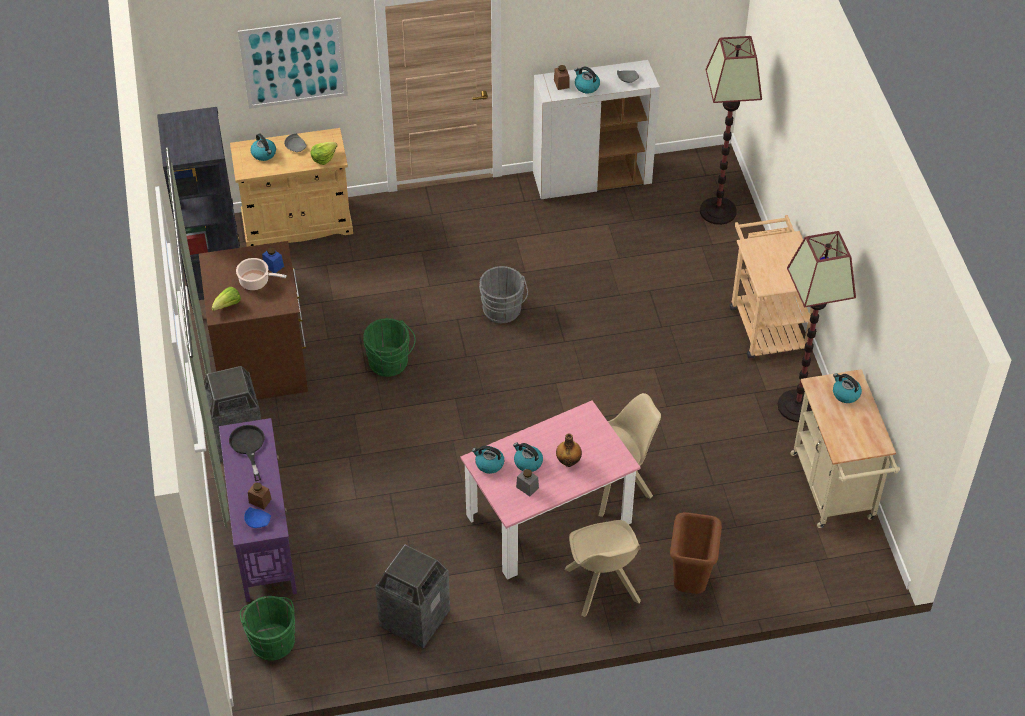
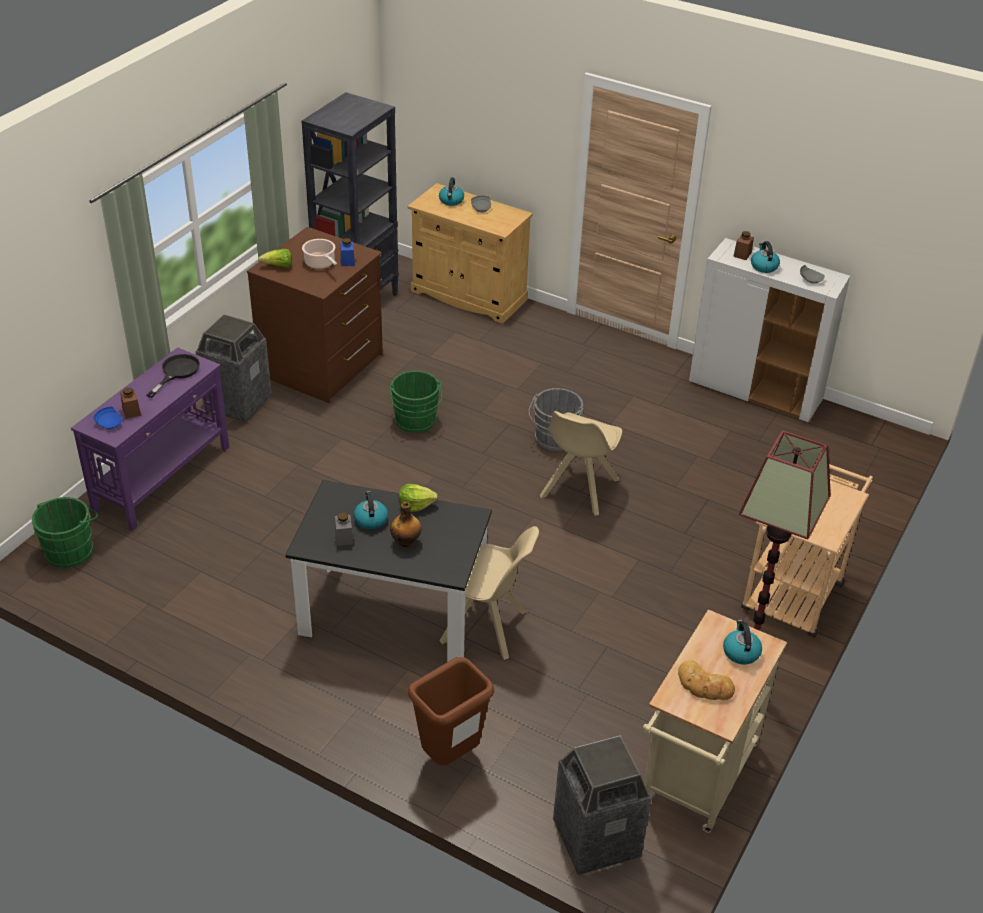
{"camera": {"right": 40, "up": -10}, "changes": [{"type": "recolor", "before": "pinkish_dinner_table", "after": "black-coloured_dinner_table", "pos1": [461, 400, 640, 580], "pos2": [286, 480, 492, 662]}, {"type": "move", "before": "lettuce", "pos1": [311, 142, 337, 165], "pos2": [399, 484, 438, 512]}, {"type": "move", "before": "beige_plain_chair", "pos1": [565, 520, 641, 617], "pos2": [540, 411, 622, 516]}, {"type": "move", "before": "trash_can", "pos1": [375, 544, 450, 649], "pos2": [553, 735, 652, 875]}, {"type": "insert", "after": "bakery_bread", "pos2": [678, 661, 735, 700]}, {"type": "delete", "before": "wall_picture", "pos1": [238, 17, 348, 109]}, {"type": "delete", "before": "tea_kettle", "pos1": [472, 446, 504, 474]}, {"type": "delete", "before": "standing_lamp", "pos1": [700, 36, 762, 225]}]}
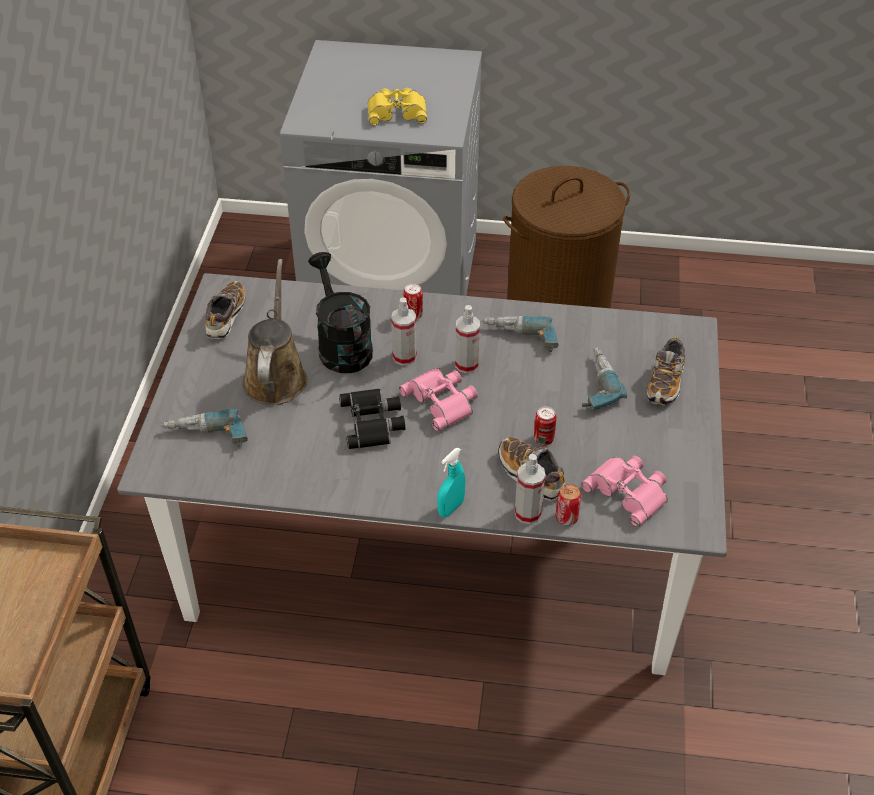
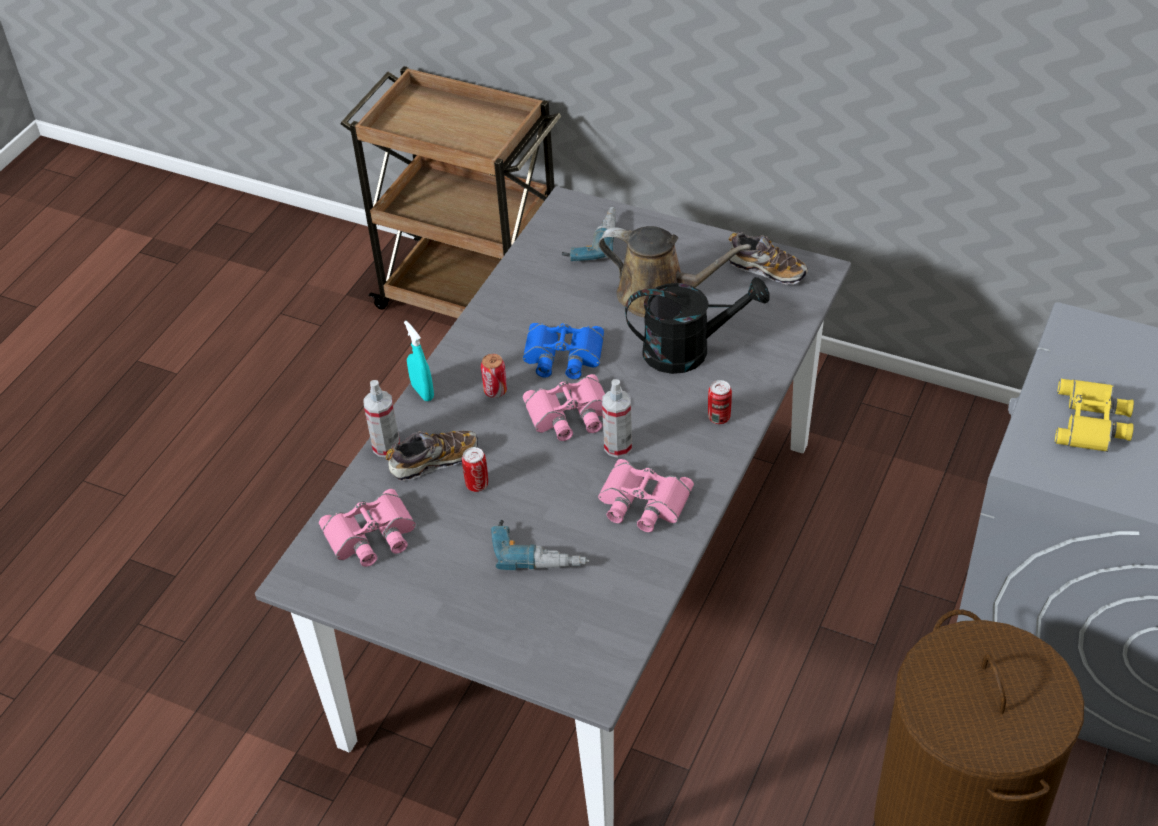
{"camera": {"right": 110, "up": 0}, "changes": [{"type": "move", "before": "metal_can", "pos1": [556, 484, 581, 526], "pos2": [481, 354, 507, 398]}, {"type": "recolor", "before": "black-coloured_field_glasses", "after": "blue_field_glasses", "pos1": [339, 388, 405, 449], "pos2": [523, 323, 604, 379]}, {"type": "replace", "before": "electric_drill", "after": "pinkish_field_glasses", "pos1": [481, 316, 559, 352], "pos2": [598, 459, 694, 532]}, {"type": "delete", "before": "spray_bottle", "pos1": [391, 297, 417, 366]}, {"type": "delete", "before": "shoe", "pos1": [647, 336, 685, 405]}]}
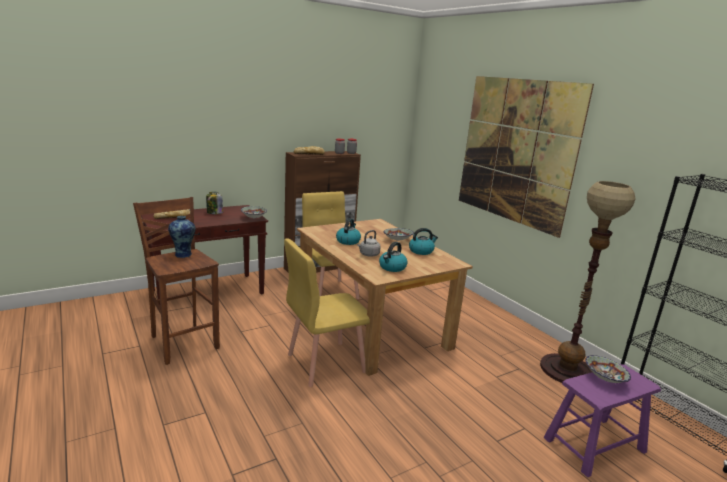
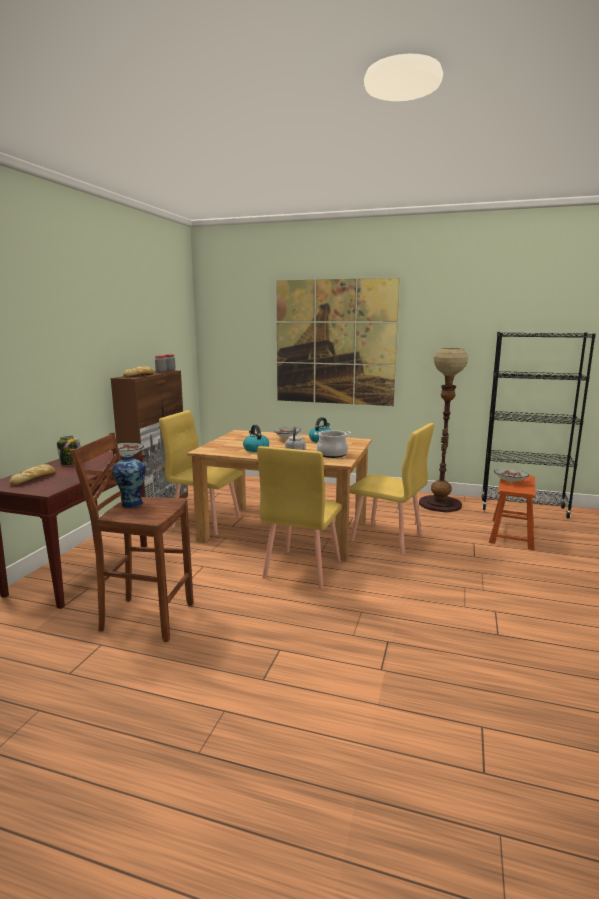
{"camera": {"right": -40, "up": -5}, "changes": [{"type": "replace", "before": "tea_kettle", "after": "saucepot", "pos1": [379, 242, 408, 272], "pos2": [314, 430, 351, 458]}, {"type": "insert", "after": "yellowish_plain_chair", "pos2": [350, 423, 434, 554]}, {"type": "recolor", "before": "purplish_sitting_stool", "after": "brownish_sitting_stool", "pos1": [544, 364, 661, 477], "pos2": [489, 475, 536, 550]}]}
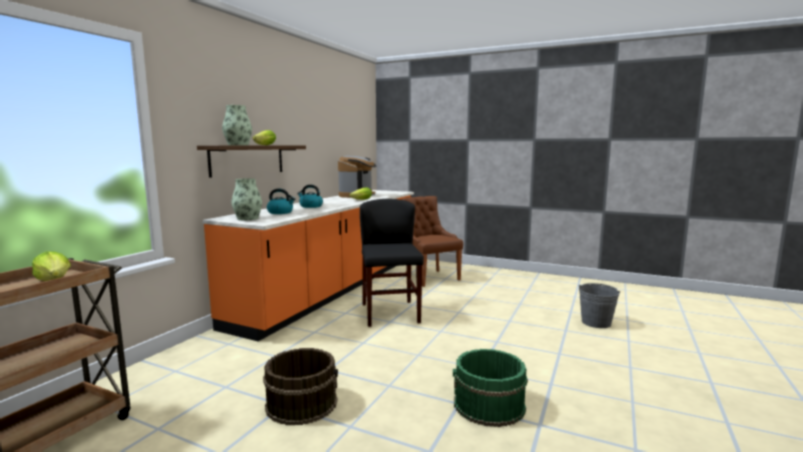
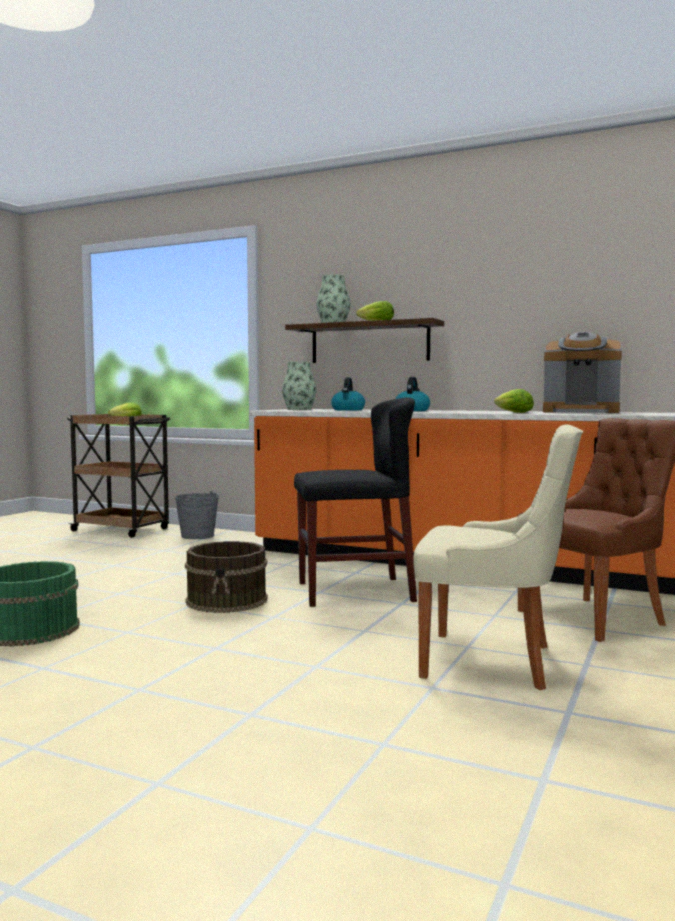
{"camera": {"right": 90, "up": -5}, "changes": [{"type": "move", "before": "gray_bucket", "pos1": [579, 283, 620, 328], "pos2": [175, 491, 219, 539]}, {"type": "move", "before": "brownish_bucket", "pos1": [263, 348, 338, 425], "pos2": [185, 541, 268, 613]}, {"type": "insert", "after": "beige_plain_chair", "pos2": [413, 424, 583, 690]}]}
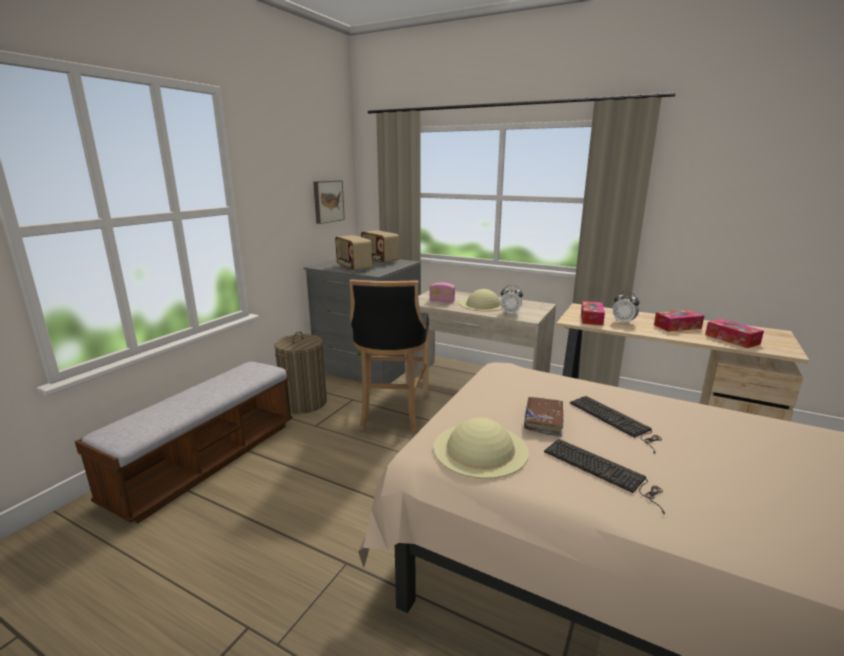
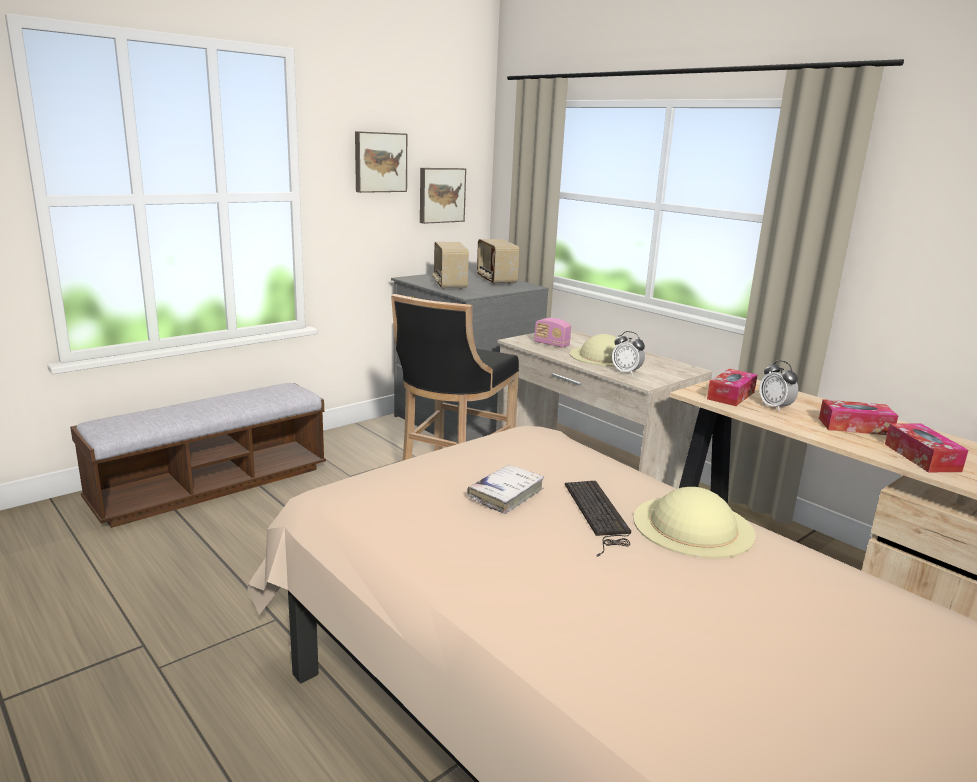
{"camera": {"right": 20, "up": 0}, "changes": [{"type": "insert", "after": "wall_picture", "pos2": [355, 131, 407, 193]}, {"type": "recolor", "before": "brownish_volume", "after": "whitish_volume", "pos1": [524, 397, 563, 437], "pos2": [467, 465, 544, 514]}, {"type": "move", "before": "beige_wearable_hat", "pos1": [433, 417, 529, 479], "pos2": [633, 487, 756, 558]}, {"type": "delete", "before": "laundry_basket", "pos1": [274, 331, 327, 414]}, {"type": "delete", "before": "keyboard", "pos1": [544, 439, 665, 514]}]}
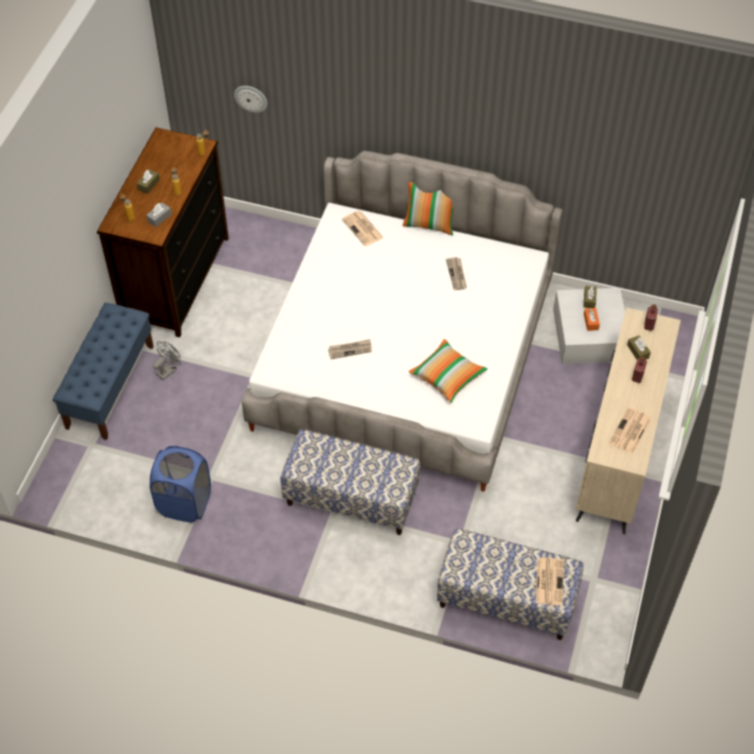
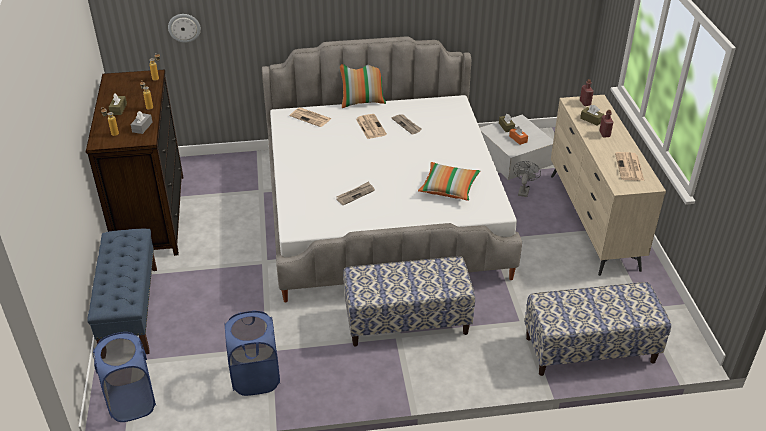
{"camera": {"right": -25, "up": -15}, "changes": [{"type": "insert", "after": "blue_laundry_basket", "pos2": [93, 332, 156, 422]}, {"type": "move", "before": "newspaper", "pos1": [536, 557, 564, 605], "pos2": [356, 114, 387, 139]}, {"type": "move", "before": "gray_cooling_fan", "pos1": [153, 341, 181, 380], "pos2": [513, 161, 541, 197]}]}
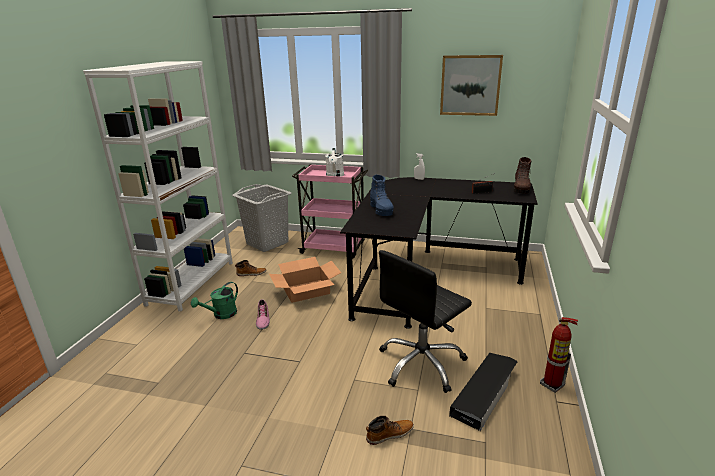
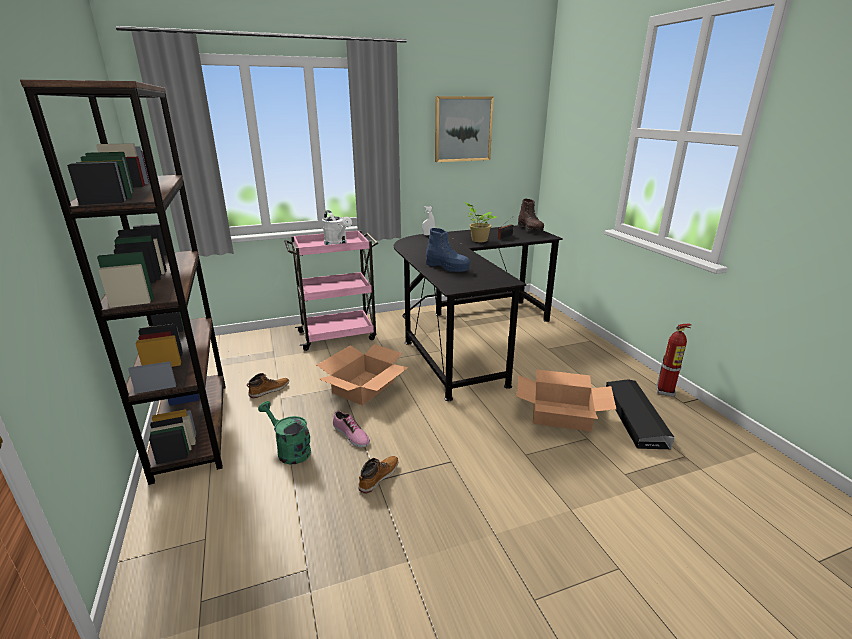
{"camera": {"right": -35, "up": 0}, "changes": [{"type": "recolor", "before": "whitish_bookcase", "after": "brownish_bookcase", "pos1": [83, 61, 233, 311], "pos2": [20, 80, 226, 485]}, {"type": "rotate", "before": "greenish_watering_pot", "pos1": [191, 282, 238, 319], "pos2": [258, 401, 311, 464], "turn": 120}, {"type": "move", "before": "high-top_boot", "pos1": [366, 416, 414, 445], "pos2": [358, 456, 399, 494]}, {"type": "insert", "after": "houseplant", "pos2": [465, 202, 497, 242]}, {"type": "replace", "before": "black-coloured_computer_chair", "after": "carton", "pos1": [379, 250, 472, 393], "pos2": [517, 370, 616, 431]}, {"type": "delete", "before": "gray_laundry_basket", "pos1": [232, 184, 291, 252]}]}
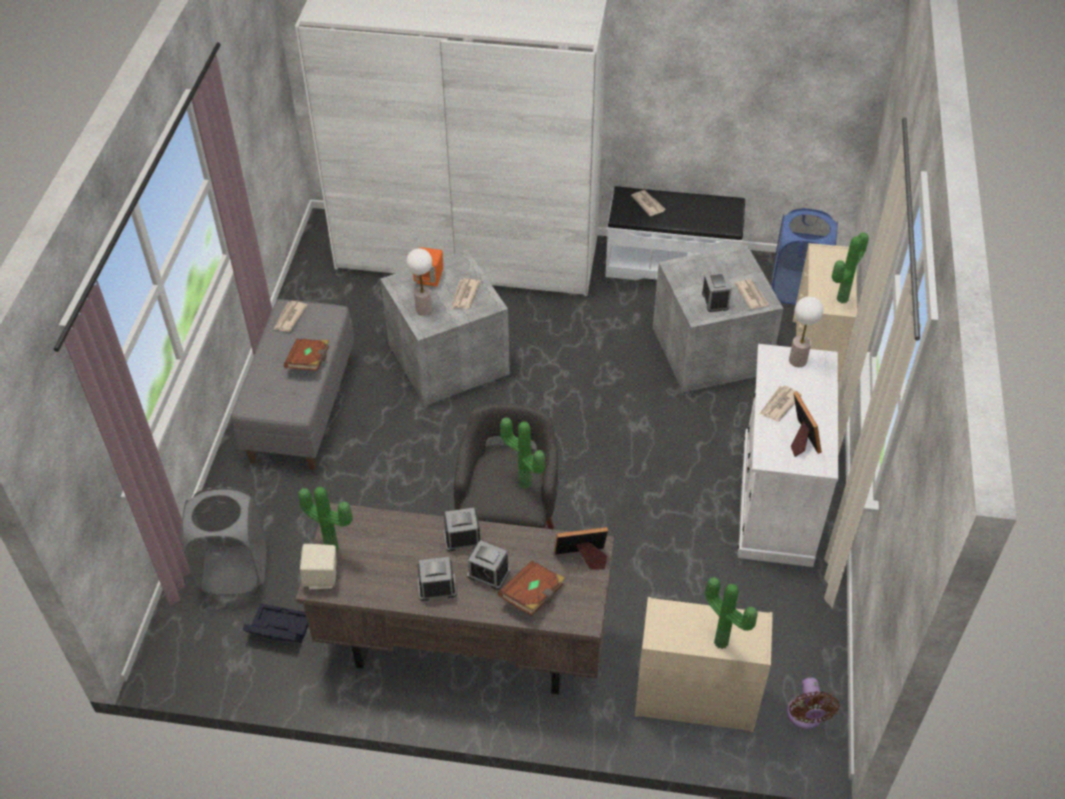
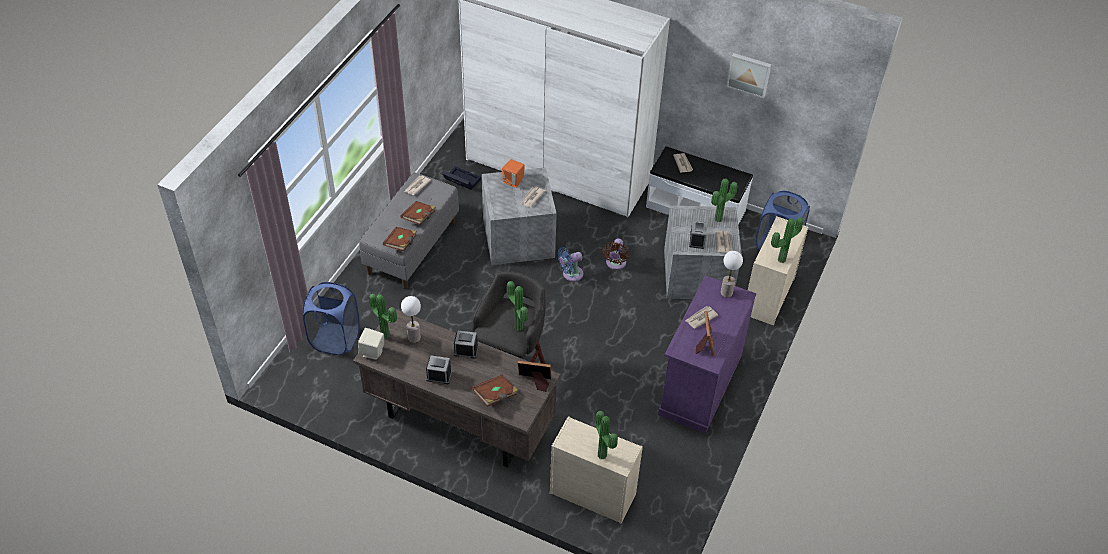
{"camera": {"right": 15, "up": 0}, "changes": [{"type": "recolor", "before": "gray_laundry_basket", "after": "blue_laundry_basket", "pos1": [181, 487, 267, 596], "pos2": [303, 282, 360, 355]}, {"type": "insert", "after": "brownish_volume", "pos2": [383, 227, 417, 251]}, {"type": "move", "before": "lamp_for_a_table", "pos1": [406, 248, 432, 316], "pos2": [401, 296, 421, 343]}, {"type": "move", "before": "black-coloured_storage_container", "pos1": [243, 603, 309, 643], "pos2": [442, 166, 481, 190]}, {"type": "insert", "after": "blue_cooling_fan", "pos2": [558, 247, 583, 282]}, {"type": "move", "before": "brownish_cooling_fan", "pos1": [787, 677, 840, 729], "pos2": [602, 238, 629, 270]}, {"type": "recolor", "before": "whitish_cabinet", "after": "purplish_cabinet", "pos1": [738, 344, 838, 567], "pos2": [658, 275, 756, 434]}, {"type": "insert", "after": "houseplant", "pos2": [711, 179, 738, 222]}, {"type": "insert", "after": "wall_picture", "pos2": [726, 53, 771, 98]}, {"type": "delete", "before": "bedside_clock", "pos1": [467, 540, 510, 590]}]}
